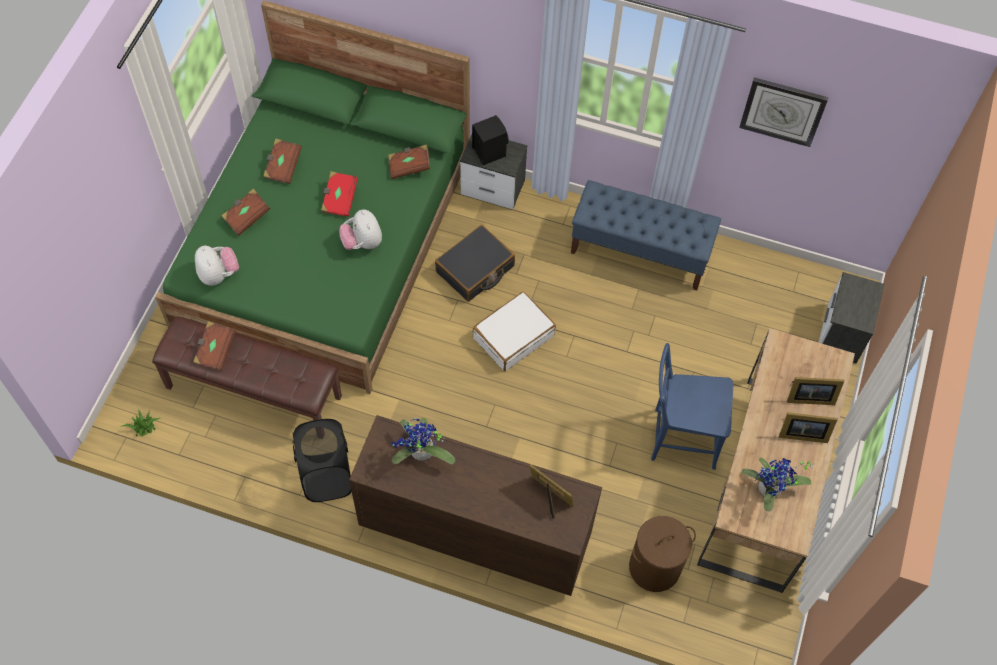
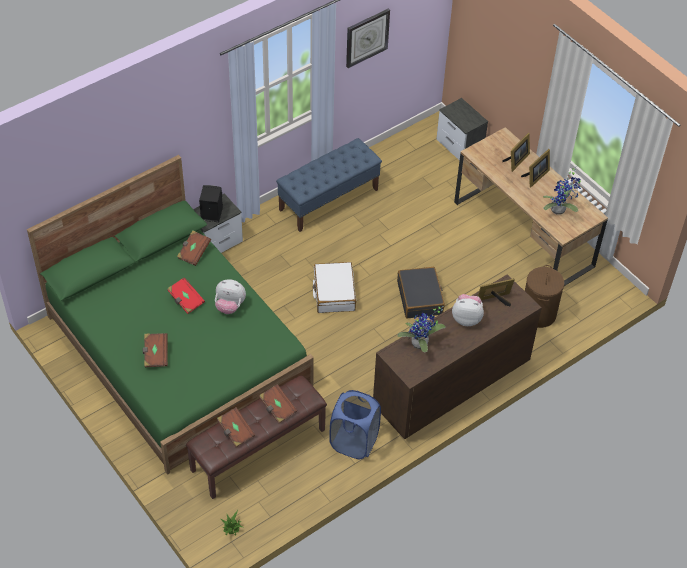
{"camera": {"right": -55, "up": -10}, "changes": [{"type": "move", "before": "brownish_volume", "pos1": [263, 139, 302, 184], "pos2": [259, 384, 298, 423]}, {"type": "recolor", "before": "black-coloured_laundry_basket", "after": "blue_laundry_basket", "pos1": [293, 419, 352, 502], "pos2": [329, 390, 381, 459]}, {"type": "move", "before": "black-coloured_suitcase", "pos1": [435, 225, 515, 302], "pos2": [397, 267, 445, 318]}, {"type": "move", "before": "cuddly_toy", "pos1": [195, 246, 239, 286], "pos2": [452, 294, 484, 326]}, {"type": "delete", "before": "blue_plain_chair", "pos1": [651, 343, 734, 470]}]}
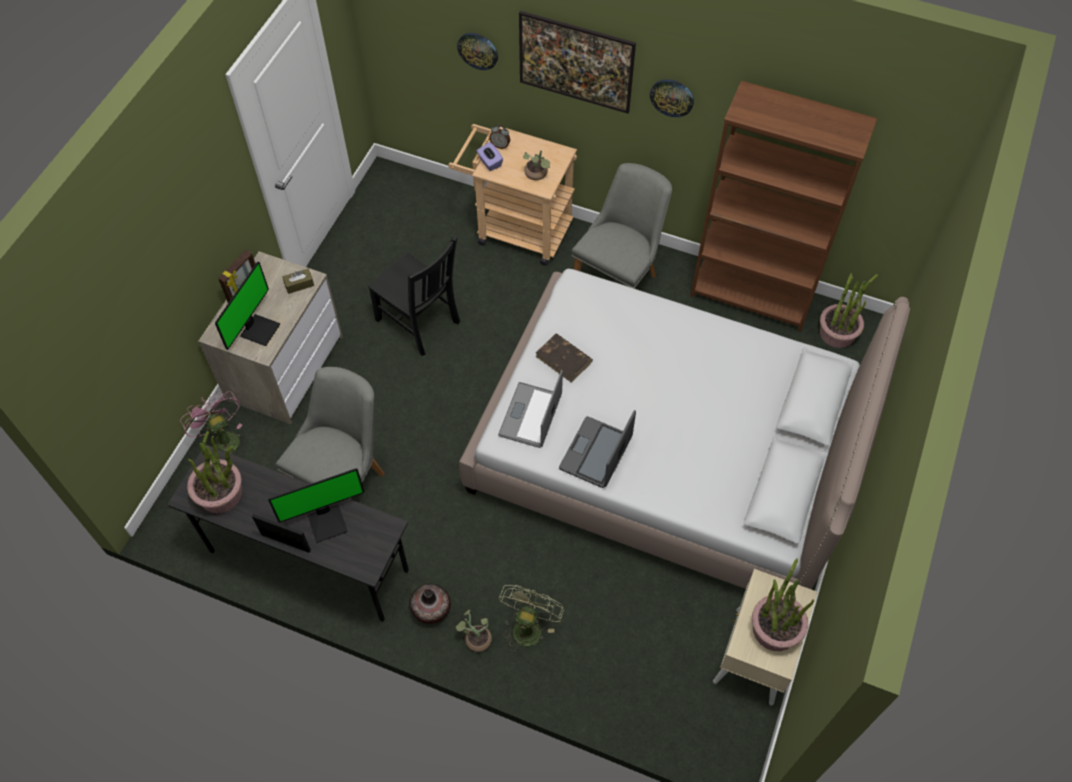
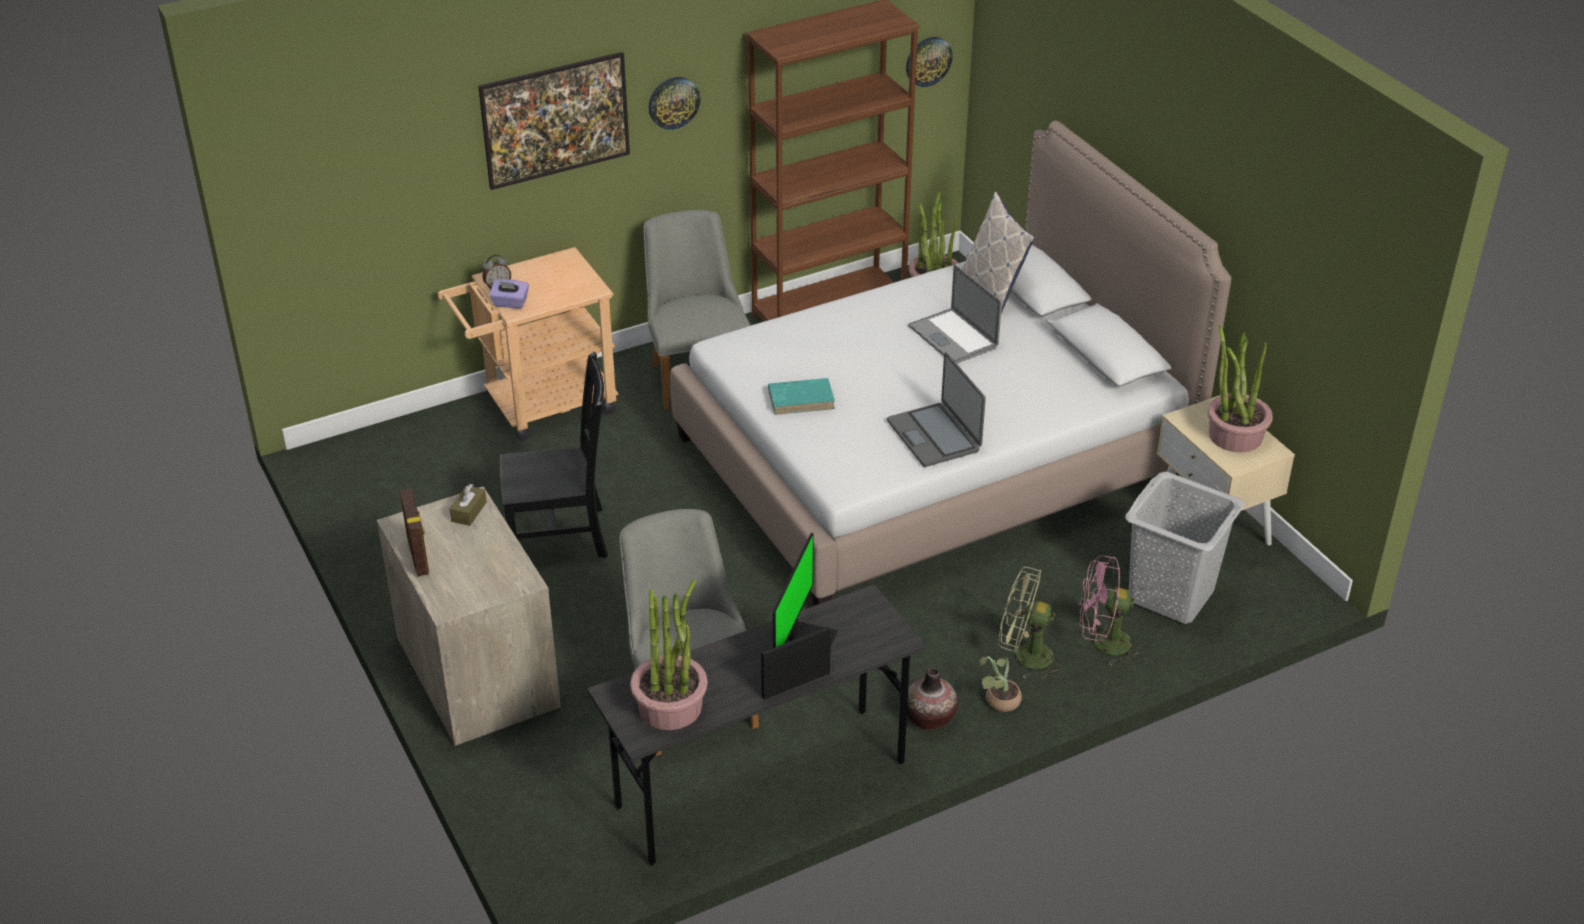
{"camera": {"right": -50, "up": -20}, "changes": [{"type": "recolor", "before": "brownish_volume", "after": "blue-green_volume", "pos1": [536, 333, 593, 383], "pos2": [768, 378, 835, 415]}, {"type": "move", "before": "wall_clock", "pos1": [457, 33, 498, 70], "pos2": [906, 37, 953, 87]}, {"type": "move", "before": "portable_computer", "pos1": [498, 370, 563, 448], "pos2": [908, 264, 1002, 363]}, {"type": "insert", "after": "pillow", "pos2": [962, 192, 1035, 313]}, {"type": "rotate", "before": "greenish_cooling_fan", "pos1": [499, 585, 564, 652], "pos2": [998, 567, 1063, 679], "turn": -45}, {"type": "move", "before": "pinkish_cooling_fan", "pos1": [180, 391, 242, 454], "pos2": [1079, 556, 1144, 665]}, {"type": "insert", "after": "gray_laundry_basket", "pos2": [1125, 472, 1245, 624]}, {"type": "delete", "before": "computer_display", "pos1": [215, 262, 280, 350]}, {"type": "delete", "before": "houseplant", "pos1": [523, 150, 550, 180]}]}
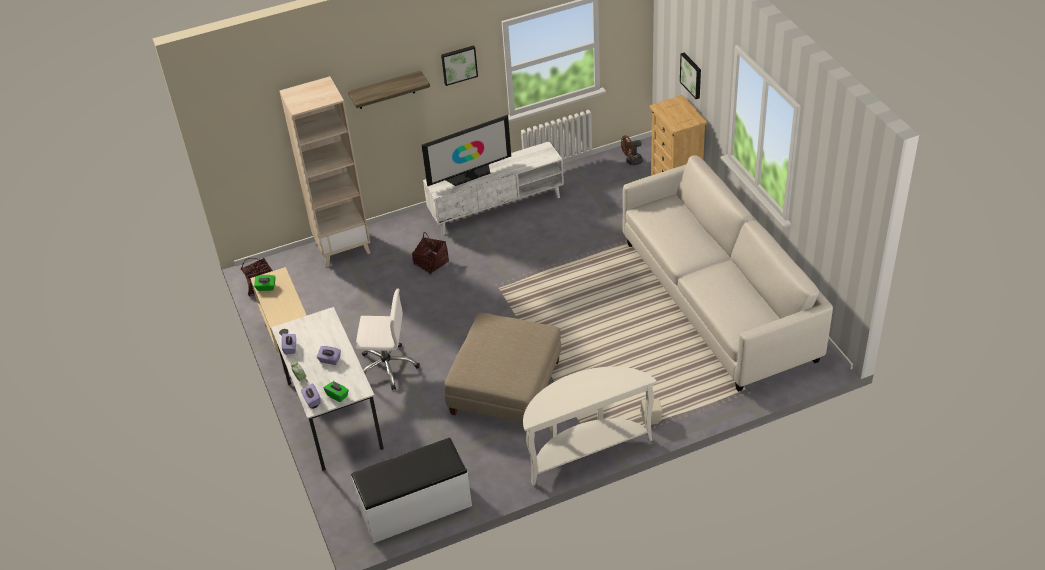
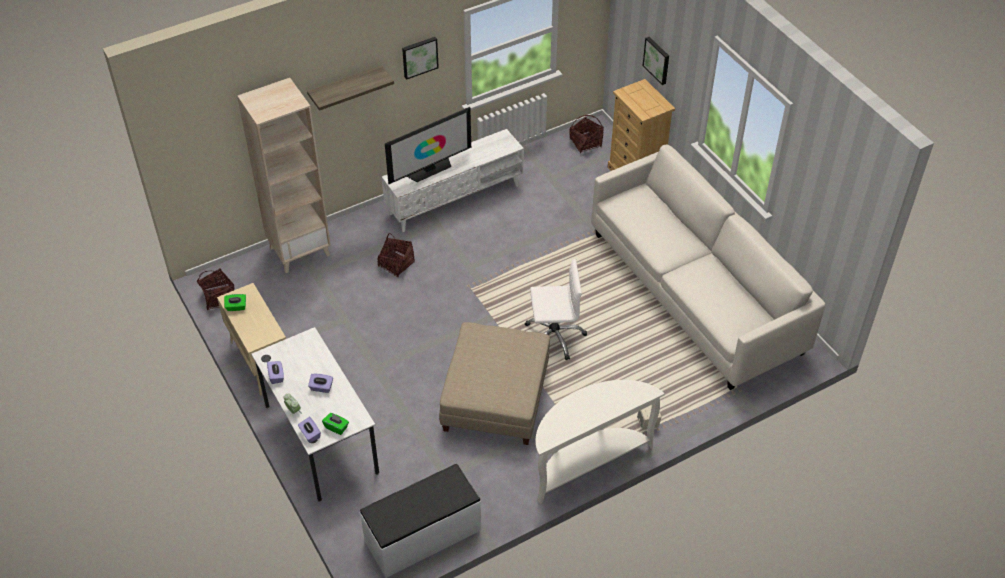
{"camera": {"right": -10, "up": 5}, "changes": [{"type": "move", "before": "whitish_computer_chair", "pos1": [355, 288, 420, 390], "pos2": [525, 259, 587, 360]}, {"type": "replace", "before": "brownish_cooling_fan", "after": "household_basket", "pos1": [621, 135, 643, 165], "pos2": [569, 115, 604, 153]}]}
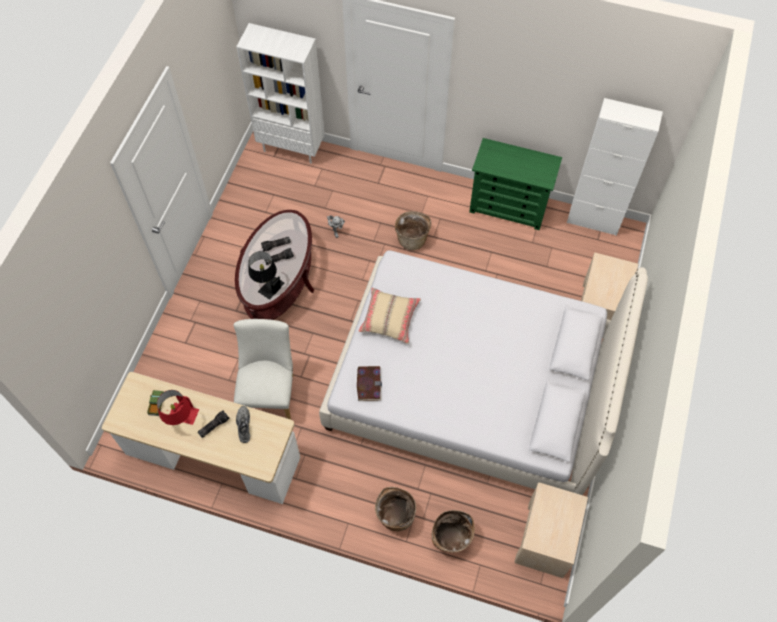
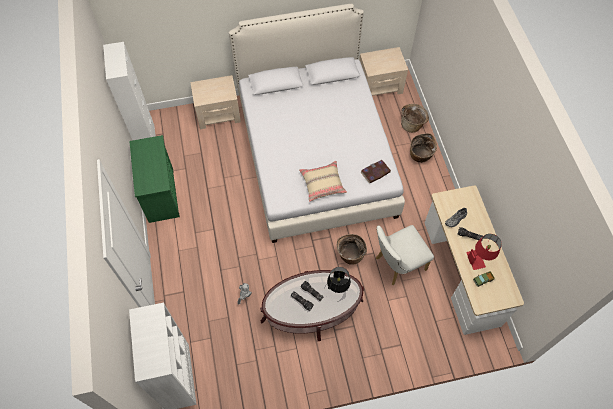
{"camera": {"right": -120, "up": 0}, "changes": [{"type": "move", "before": "household_basket", "pos1": [395, 211, 431, 250], "pos2": [337, 234, 367, 265]}]}
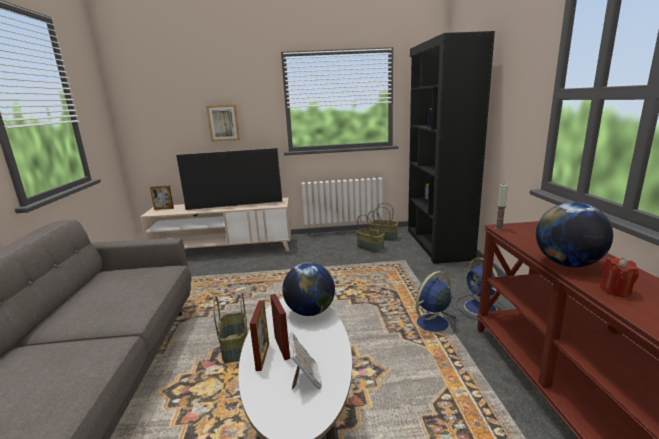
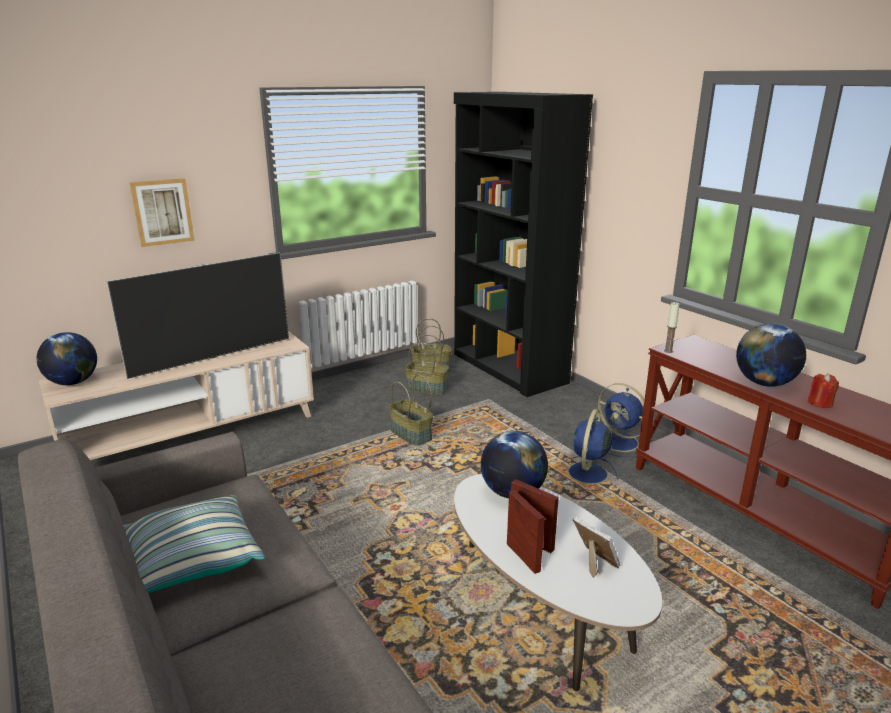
{"camera": {"right": -30, "up": 5}, "changes": [{"type": "replace", "before": "picture_frame", "after": "globe", "pos1": [150, 186, 174, 210], "pos2": [36, 332, 97, 385]}, {"type": "insert", "after": "pillow", "pos2": [123, 495, 265, 593]}, {"type": "move", "before": "household_basket", "pos1": [213, 292, 248, 363], "pos2": [389, 374, 433, 446]}]}
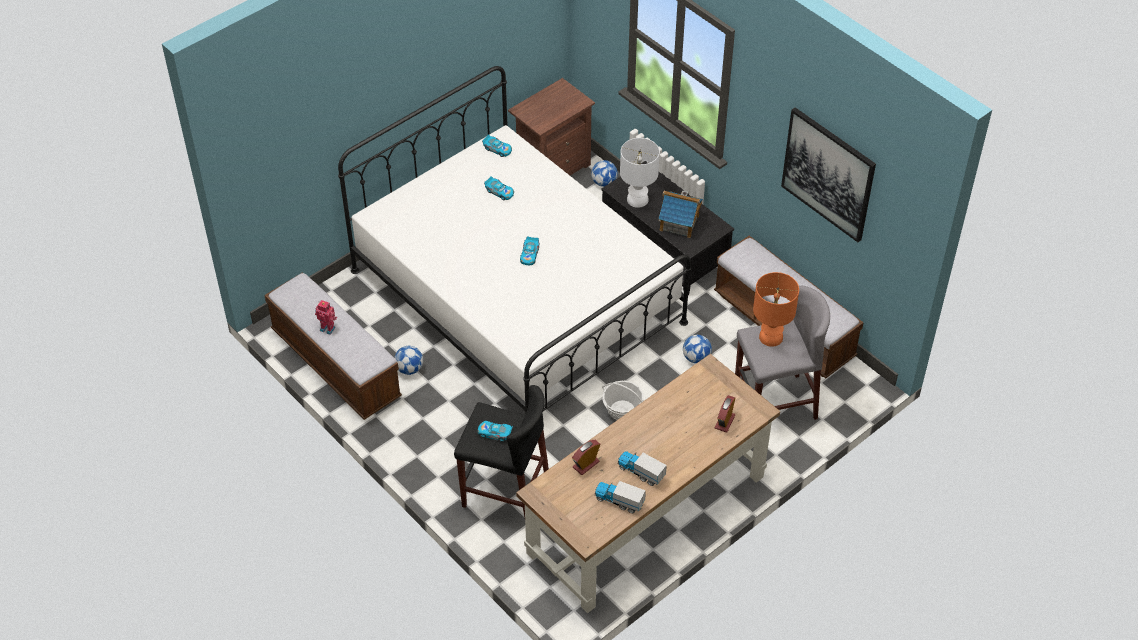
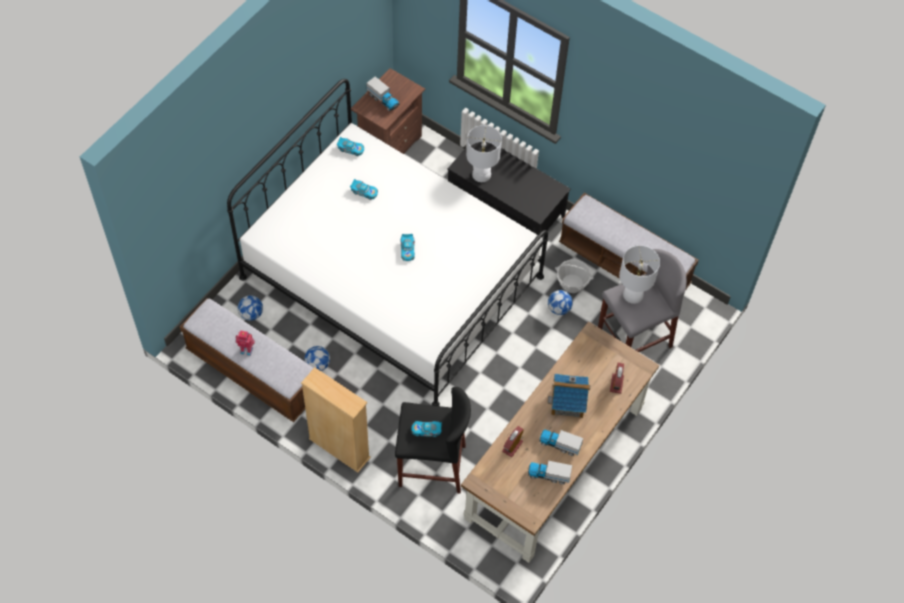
{"camera": {"right": -15, "up": 10}, "changes": [{"type": "move", "before": "ball_for_football", "pos1": [591, 160, 618, 187], "pos2": [238, 295, 263, 321]}, {"type": "insert", "after": "beige_bookcase", "pos2": [301, 367, 371, 473]}, {"type": "insert", "after": "toy_lorry", "pos2": [367, 76, 399, 111]}, {"type": "move", "before": "toy_house", "pos1": [658, 191, 703, 238], "pos2": [547, 374, 590, 418]}, {"type": "move", "before": "household_basket", "pos1": [602, 381, 644, 420], "pos2": [555, 259, 594, 293]}, {"type": "recolor", "before": "orange-coloured_lamp_for_a_table", "after": "whitish_lamp_for_a_table", "pos1": [753, 272, 799, 347], "pos2": [619, 245, 660, 304]}, {"type": "delete", "before": "wall_picture", "pos1": [781, 107, 876, 242]}]}
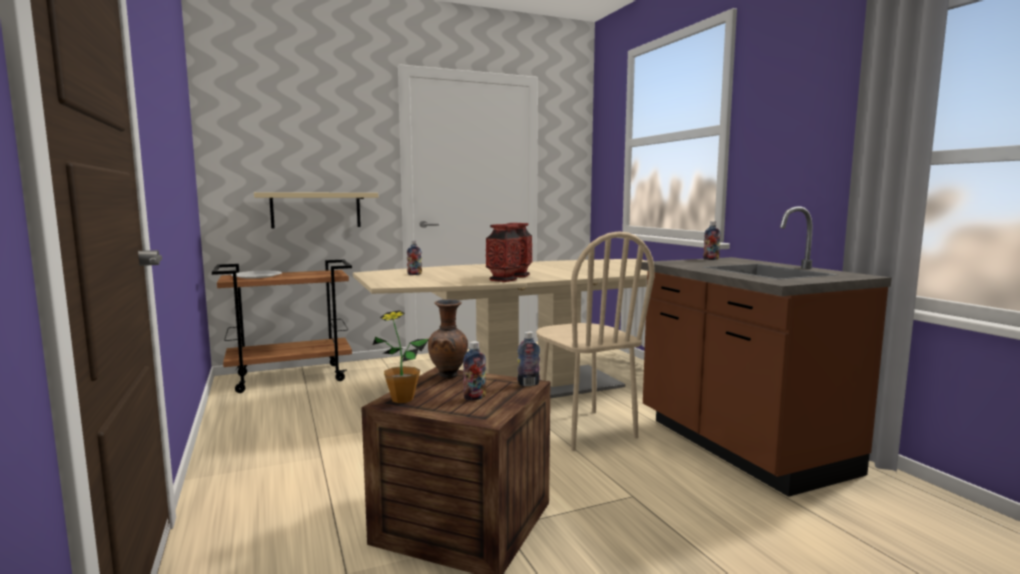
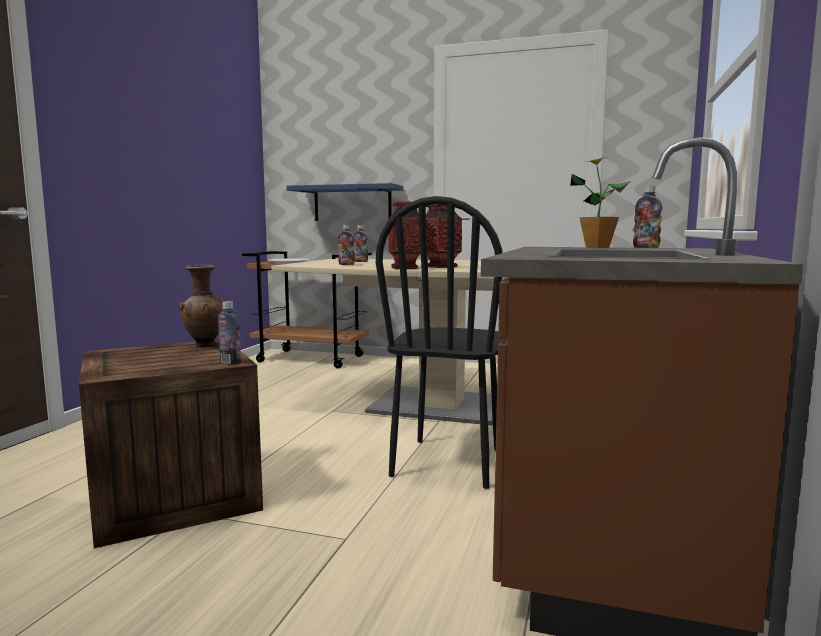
{"camera": {"right": 40, "up": 0}, "changes": [{"type": "recolor", "before": "beige_shelf", "after": "blue_shelf", "pos1": [254, 192, 378, 229], "pos2": [286, 183, 403, 221]}, {"type": "move", "before": "bottle", "pos1": [463, 341, 486, 401], "pos2": [338, 225, 355, 265]}, {"type": "recolor", "before": "beige_plain_chair", "after": "black-coloured_plain_chair", "pos1": [536, 231, 655, 451], "pos2": [376, 196, 503, 489]}, {"type": "move", "before": "houseplant", "pos1": [373, 310, 429, 403], "pos2": [570, 157, 631, 248]}]}
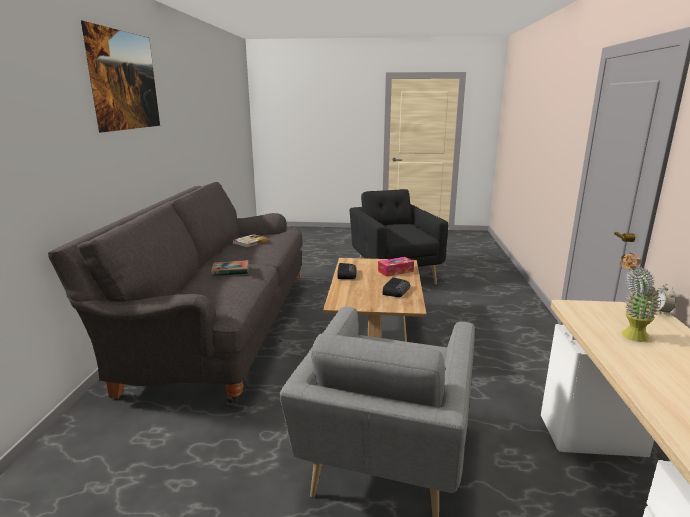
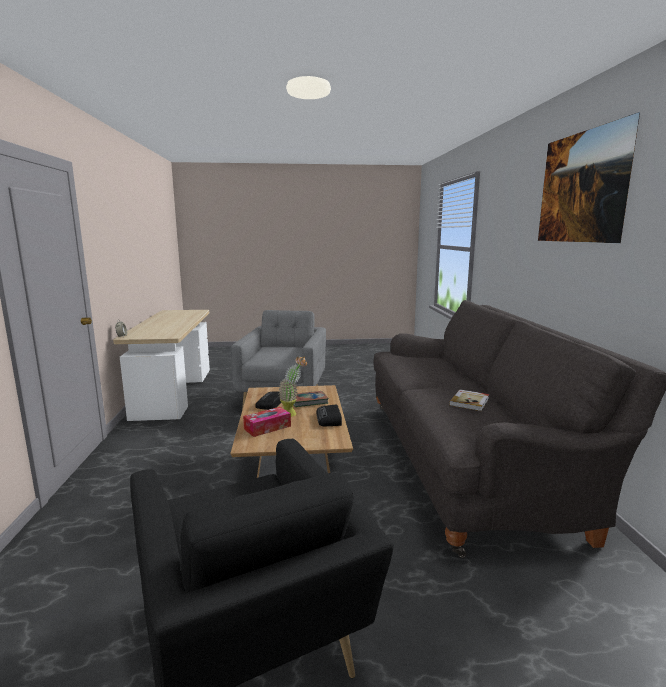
{"camera": {"right": 170, "up": -5}, "changes": [{"type": "move", "before": "houseplant", "pos1": [619, 252, 660, 342], "pos2": [278, 357, 307, 417]}, {"type": "move", "before": "volume", "pos1": [211, 260, 249, 276], "pos2": [293, 391, 329, 407]}]}
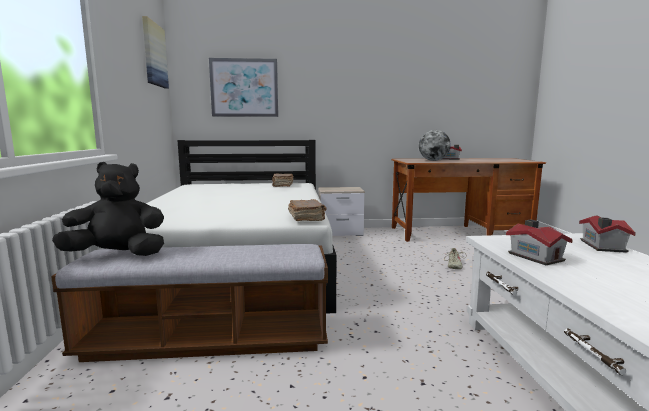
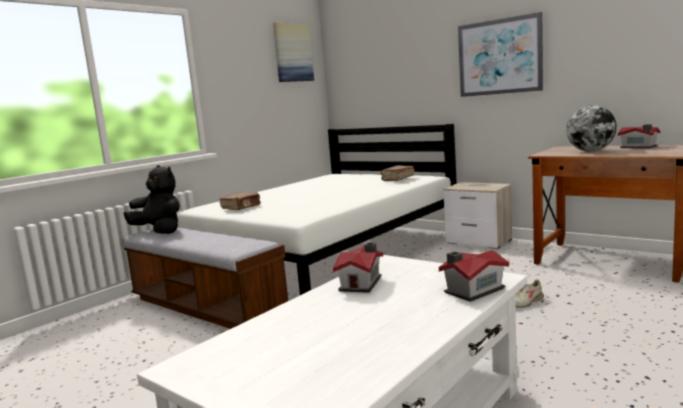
{"camera": {"right": 45, "up": 0}, "changes": [{"type": "move", "before": "brownish_volume", "pos1": [288, 199, 327, 221], "pos2": [220, 192, 261, 210]}, {"type": "move", "before": "wall_picture", "pos1": [209, 58, 278, 117], "pos2": [458, 12, 543, 97]}]}
